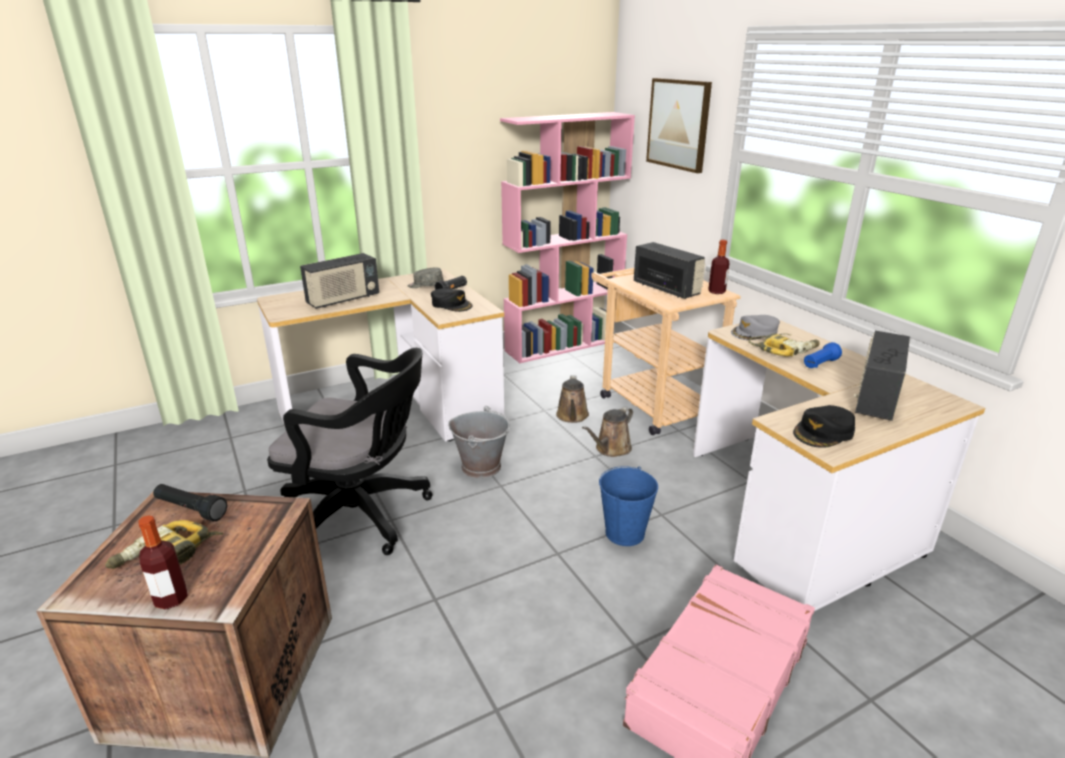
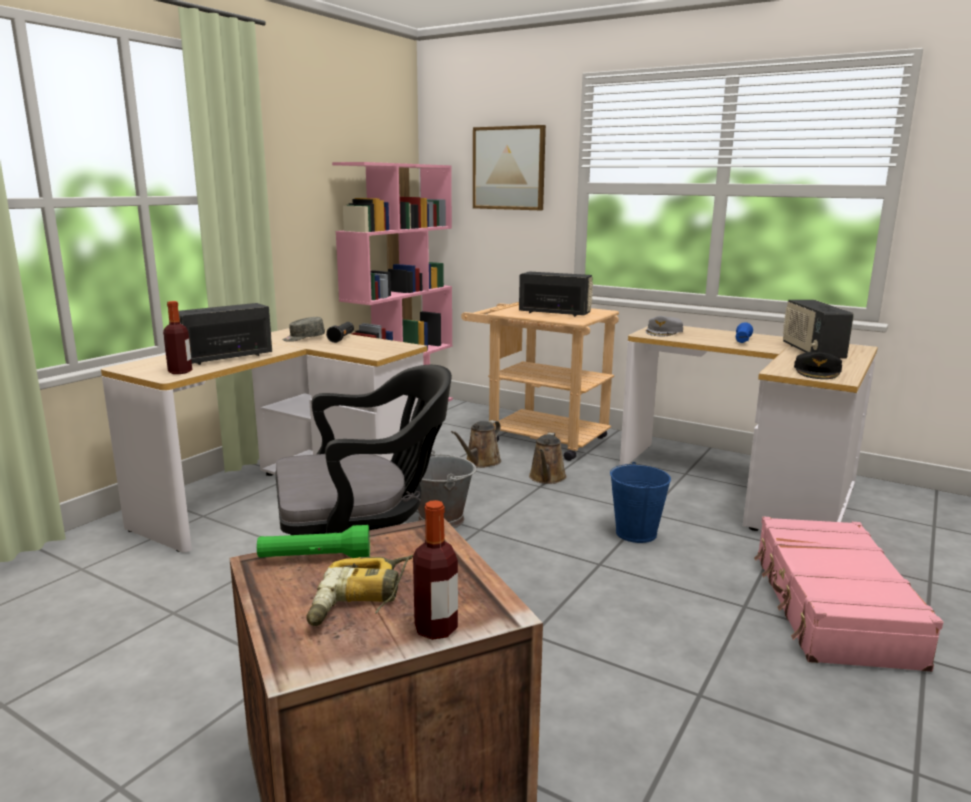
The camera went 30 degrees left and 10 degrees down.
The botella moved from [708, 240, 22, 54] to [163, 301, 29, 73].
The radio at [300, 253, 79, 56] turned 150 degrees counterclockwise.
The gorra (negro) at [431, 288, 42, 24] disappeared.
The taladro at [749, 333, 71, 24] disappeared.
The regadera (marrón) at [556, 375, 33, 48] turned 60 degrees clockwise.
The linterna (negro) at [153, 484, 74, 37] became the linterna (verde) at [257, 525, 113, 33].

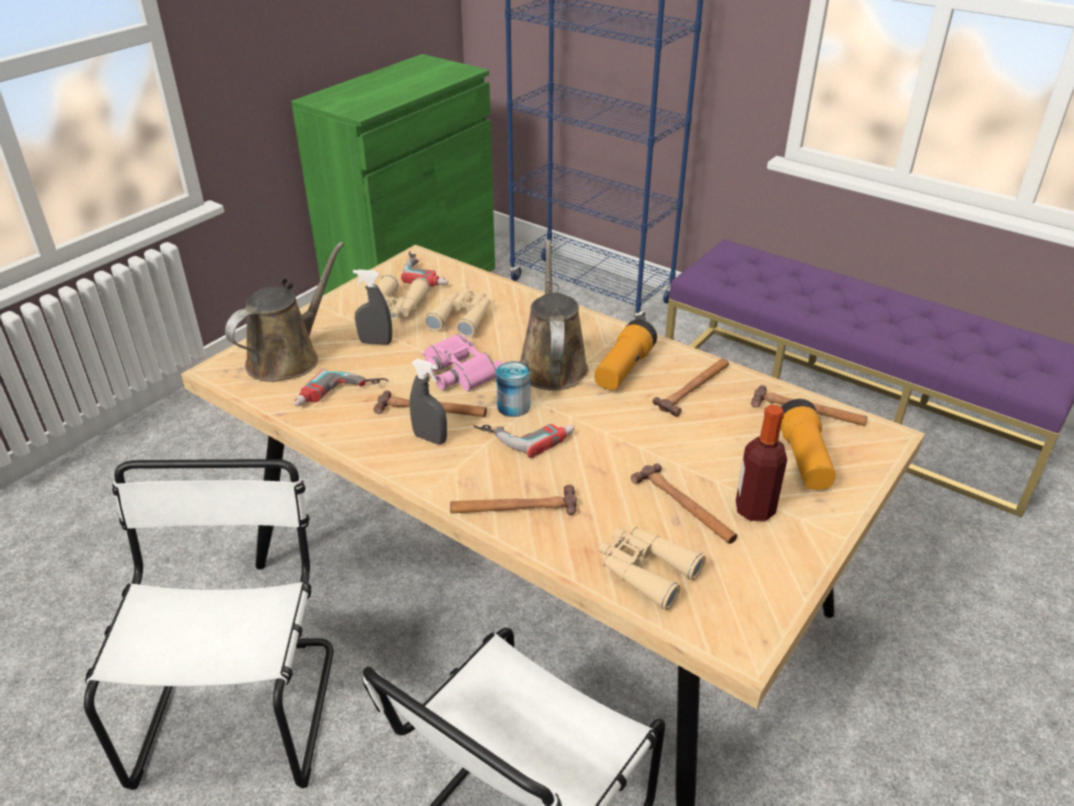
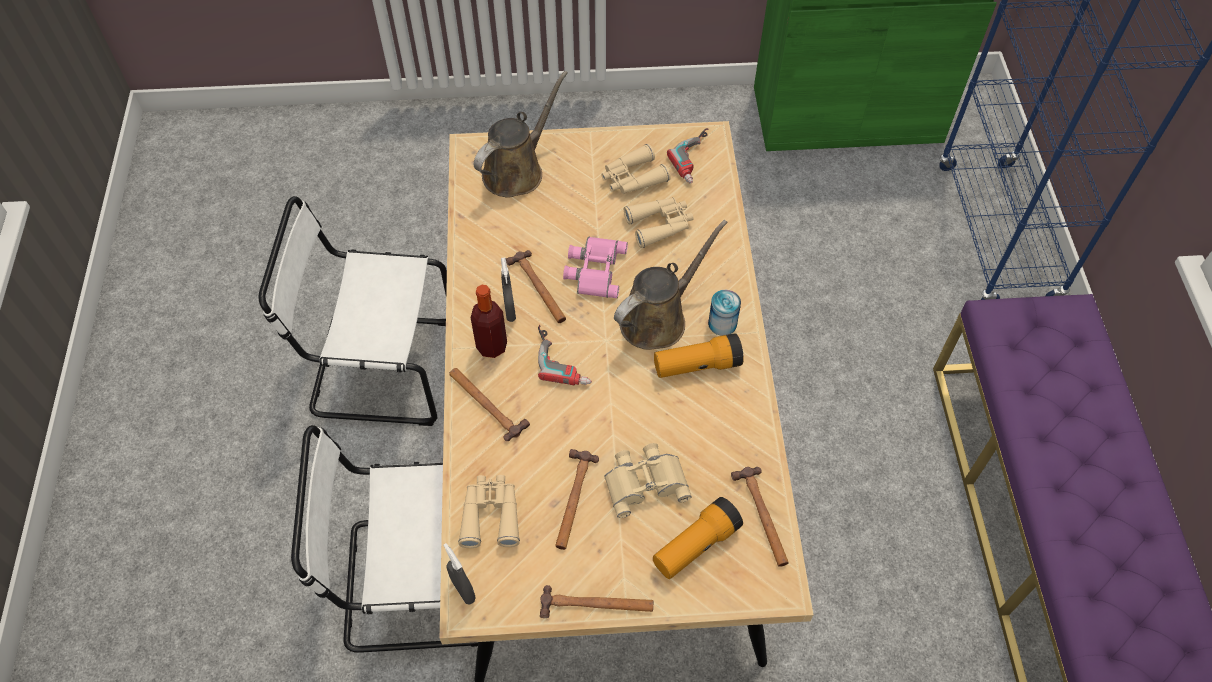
The camera went 50 degrees right and 20 degrees up.
The regadera (marrón) at [225, 242, 119, 140] turned 45 degrees counterclockwise.
The pulverizador (gris) moved from [353, 269, 39, 76] to [443, 543, 33, 61].
The martillo moved from [653, 358, 76, 59] to [540, 585, 113, 33].
The lata moved from [496, 361, 34, 56] to [708, 290, 33, 46].
The taladro at [294, 369, 94, 37] disappeared.
The botella moved from [736, 405, 51, 117] to [471, 285, 36, 73].
The silla (blanco) at [84, 459, 249, 331] turned 135 degrees counterclockwise.
The prismáticos (beis) at [604, 443, 88, 75] appeared.

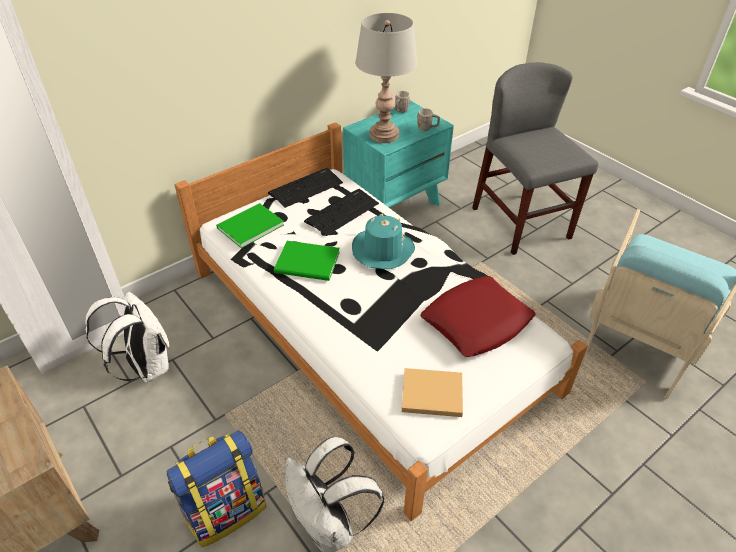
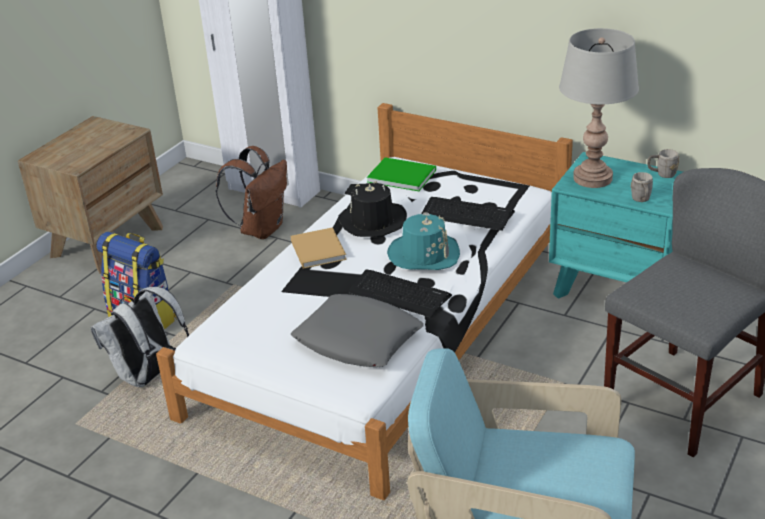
The camera went 70 degrees right and 10 degrees down.
The teclado moved from [268, 168, 75, 40] to [348, 269, 104, 49].
The libro (verde) at [274, 241, 66, 40] was replaced by the sombrero (negro) at [338, 181, 69, 56].
The cojín (rojo) at [420, 276, 116, 81] became the cojín (gris) at [291, 294, 133, 73].
The mochila (blanco) at [85, 292, 84, 91] became the mochila (marrón) at [216, 146, 71, 93].
The libro (beis) moved from [402, 368, 61, 49] to [291, 227, 56, 42].

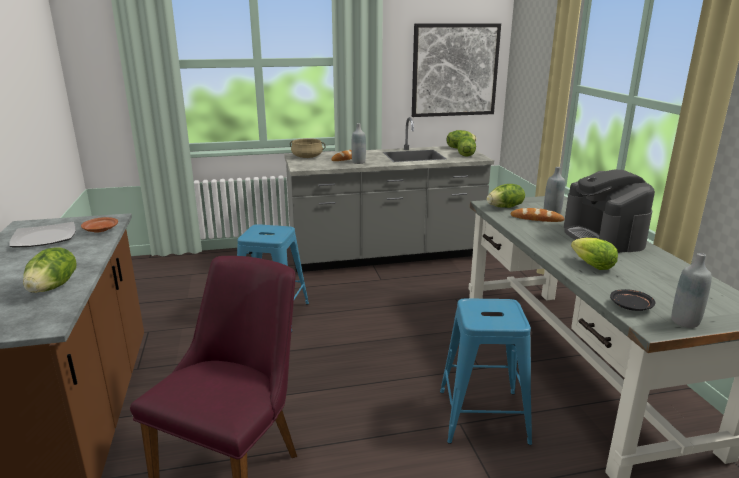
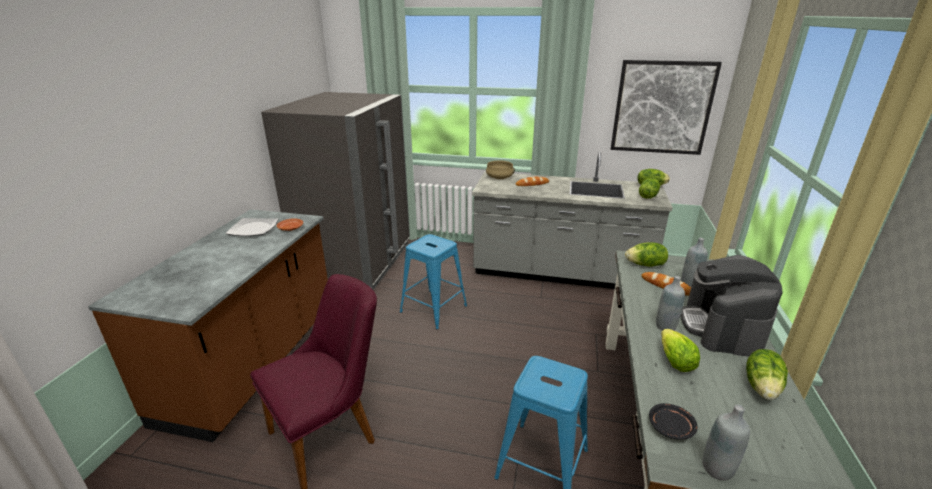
The camera went 25 degrees right and 5 degrees up.
The botella (gris) moved from [351, 123, 15, 41] to [656, 276, 29, 54].
The lechuga moved from [23, 247, 54, 46] to [746, 349, 42, 51].
The nevera (gris) at [261, 92, 149, 198] appeared.

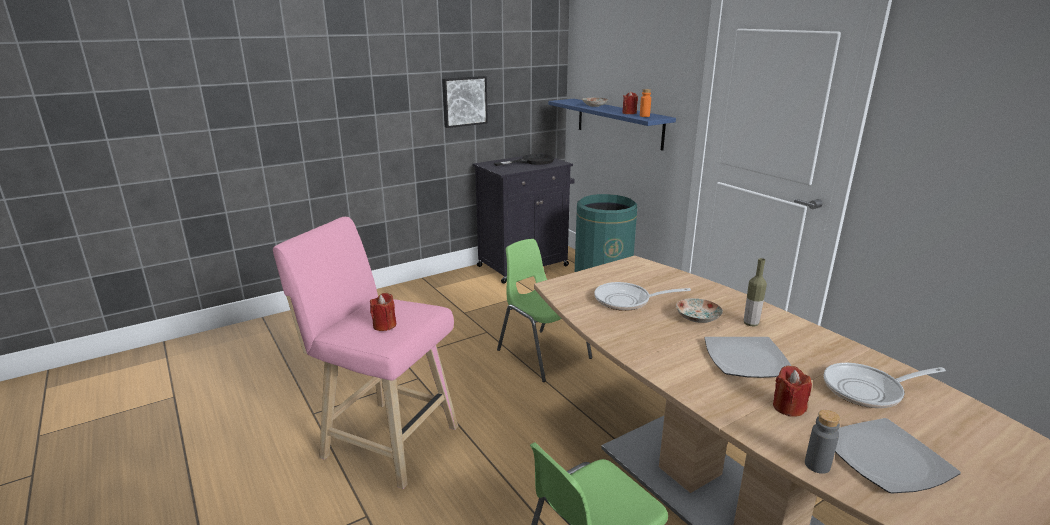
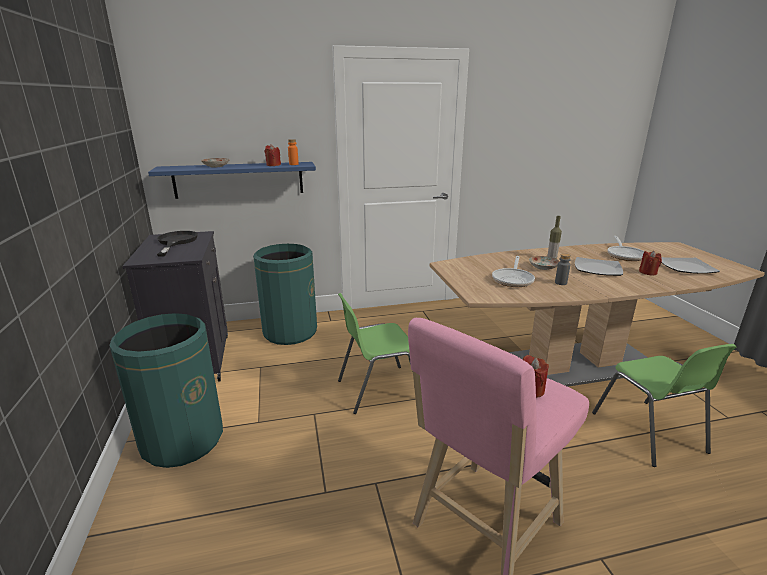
The camera went 70 degrees left and 0 degrees up.
The cuadro at [442, 76, 46, 52] disappeared.
The botella (gris) moved from [805, 410, 36, 64] to [555, 253, 16, 32].
The papelera (verde) at [109, 313, 114, 155] appeared.

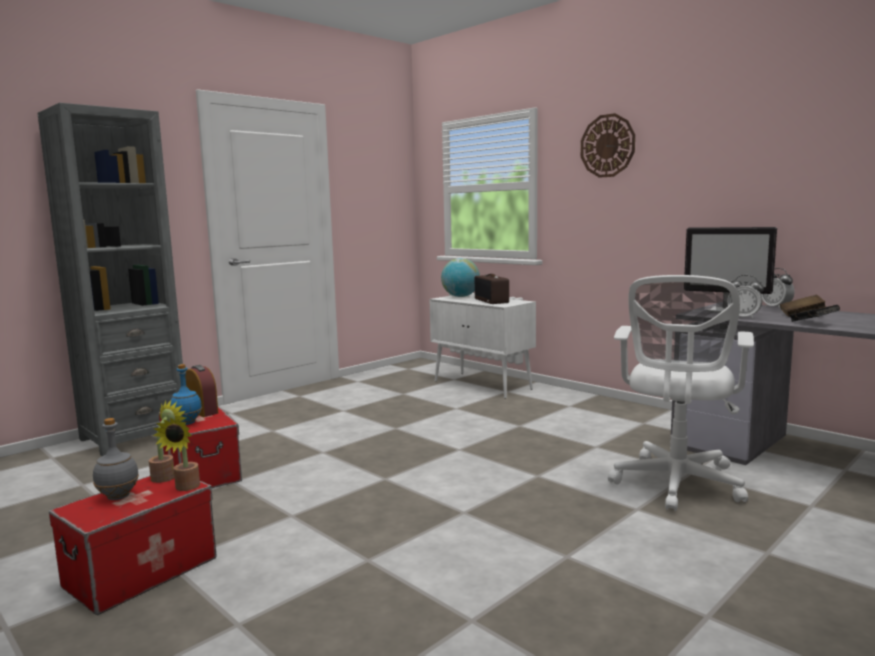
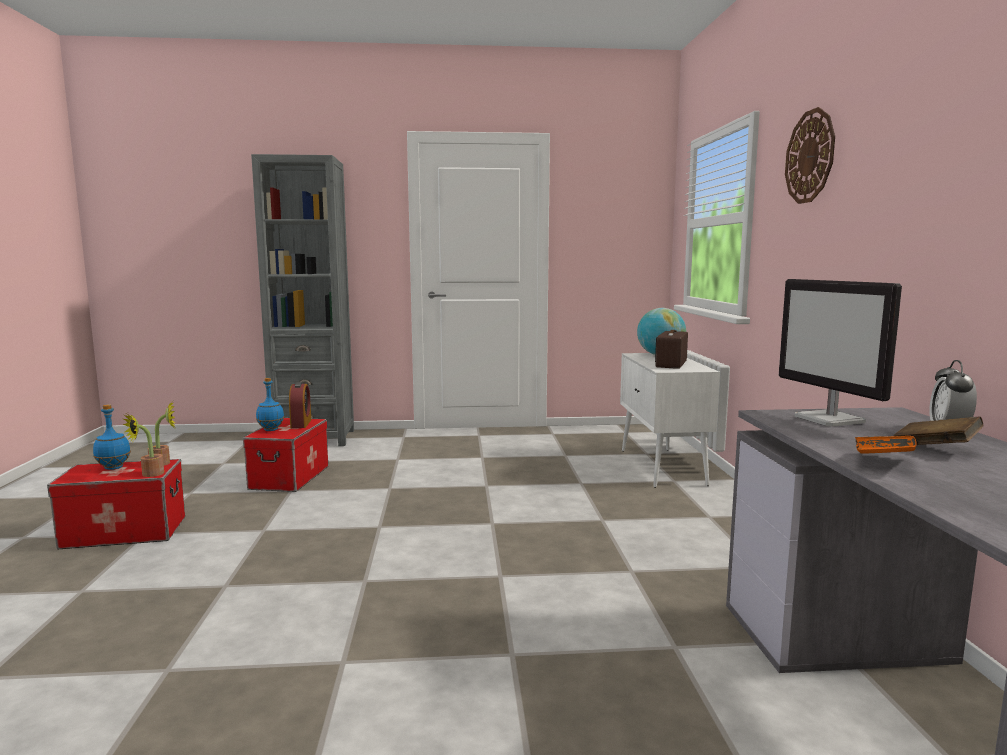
The camera went 40 degrees right and 0 degrees up.
The silla de oficina (blanco) at [608, 275, 146, 236] disappeared.
The despertador at [728, 275, 36, 44] disappeared.
The libro (negro) at [789, 305, 51, 17] became the libro (naranja) at [855, 436, 62, 18].
The botella (gris) at [93, 418, 46, 82] became the botella (azul) at [93, 405, 38, 65].

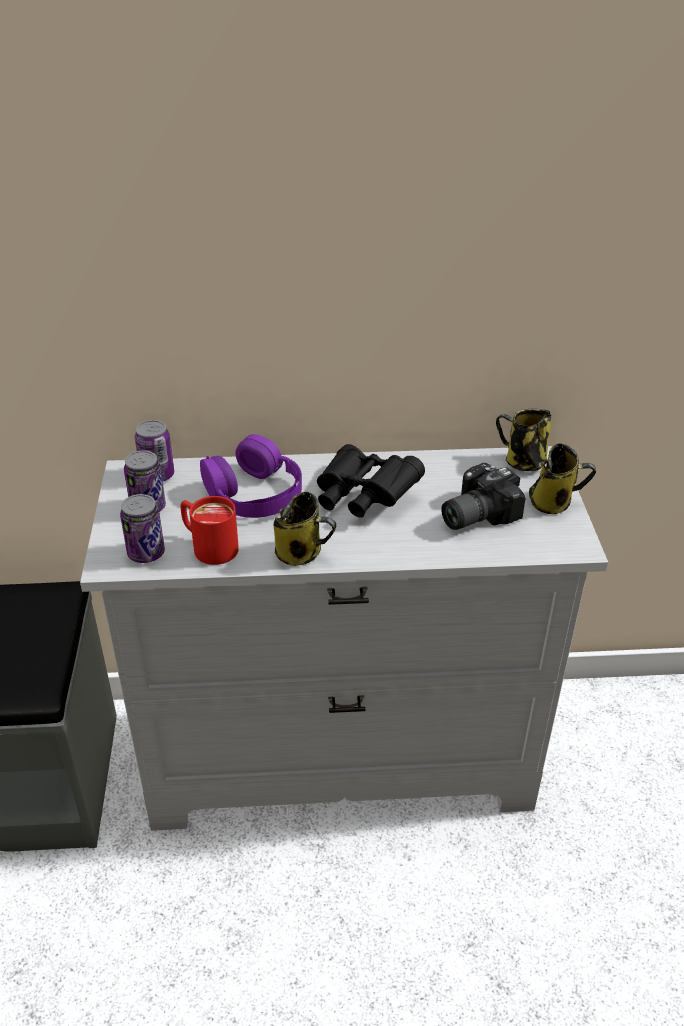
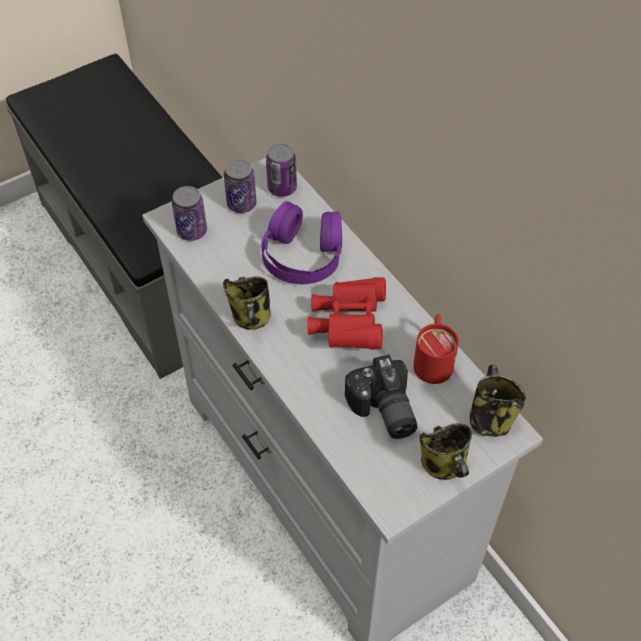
The camera went 60 degrees right and 15 degrees up.
The prismáticos (negro) at [317, 444, 108, 74] became the prismáticos (rojo) at [307, 277, 79, 73].
The cámara at [441, 463, 85, 67] turned 135 degrees counterclockwise.
The taza grande (rojo) moved from [181, 496, 58, 69] to [413, 314, 46, 70].

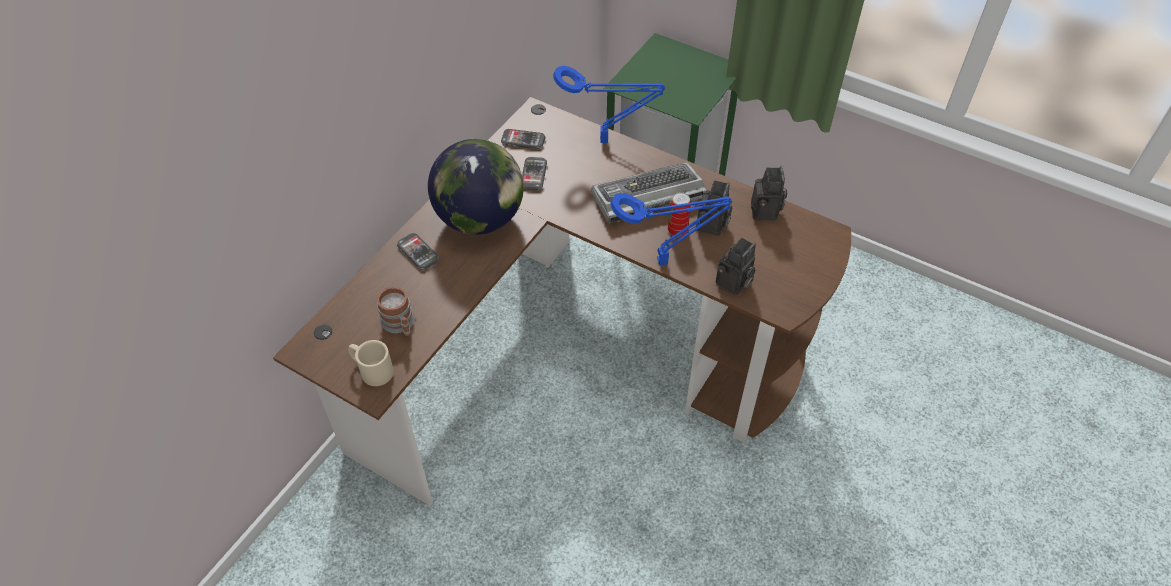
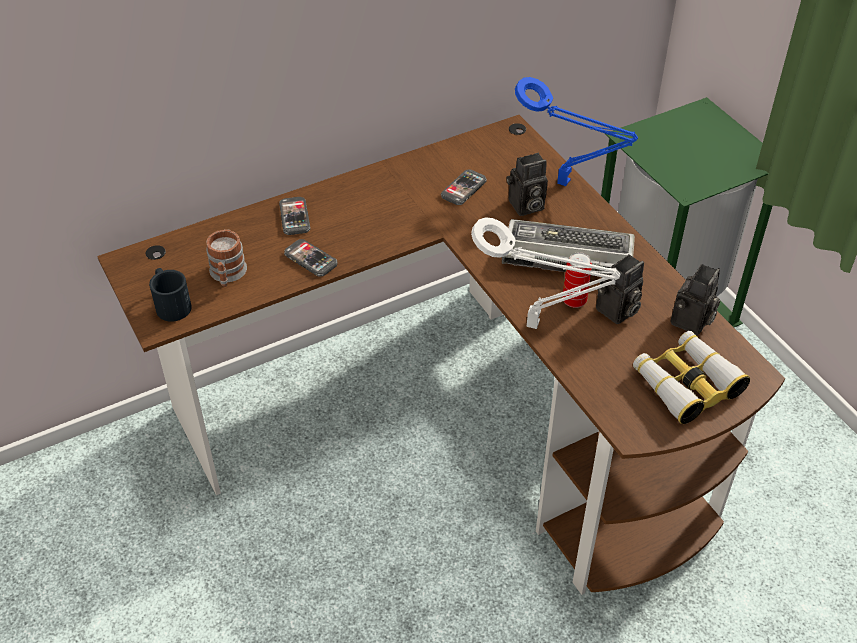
The camera went 30 degrees right and 5 degrees down.
The móvil moved from [501, 129, 44, 20] to [284, 239, 53, 38].
The globo terráqueo at [428, 139, 96, 96] disappeared.
The lámpara de mesa (azul) at [610, 193, 122, 72] became the lámpara de mesa (blanco) at [471, 217, 149, 112].
The cámara moved from [716, 238, 40, 57] to [506, 153, 42, 63].
The taza grande (beis) at [348, 340, 46, 46] became the taza grande (negro) at [149, 268, 43, 54].
The prismáticos at [633, 331, 117, 93] appeared.

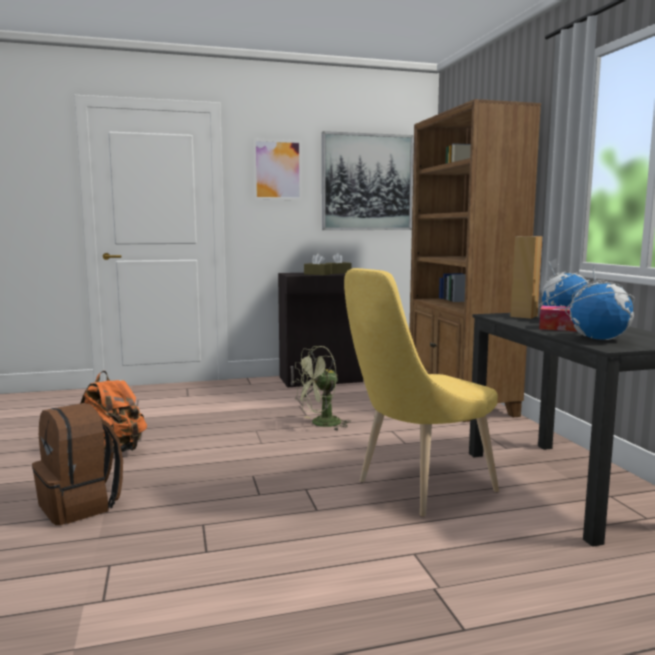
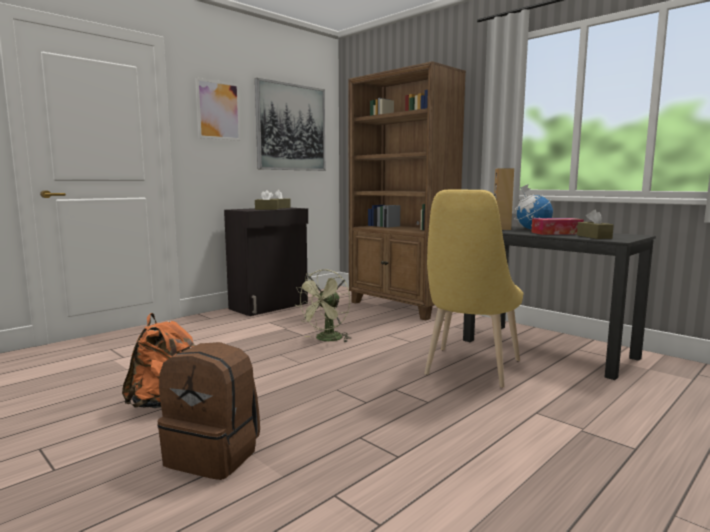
The camera went 30 degrees left and 0 degrees up.
The globo terráqueo at [565, 267, 70, 73] was replaced by the caja de pañuelos (marrón) at [577, 210, 37, 29].

